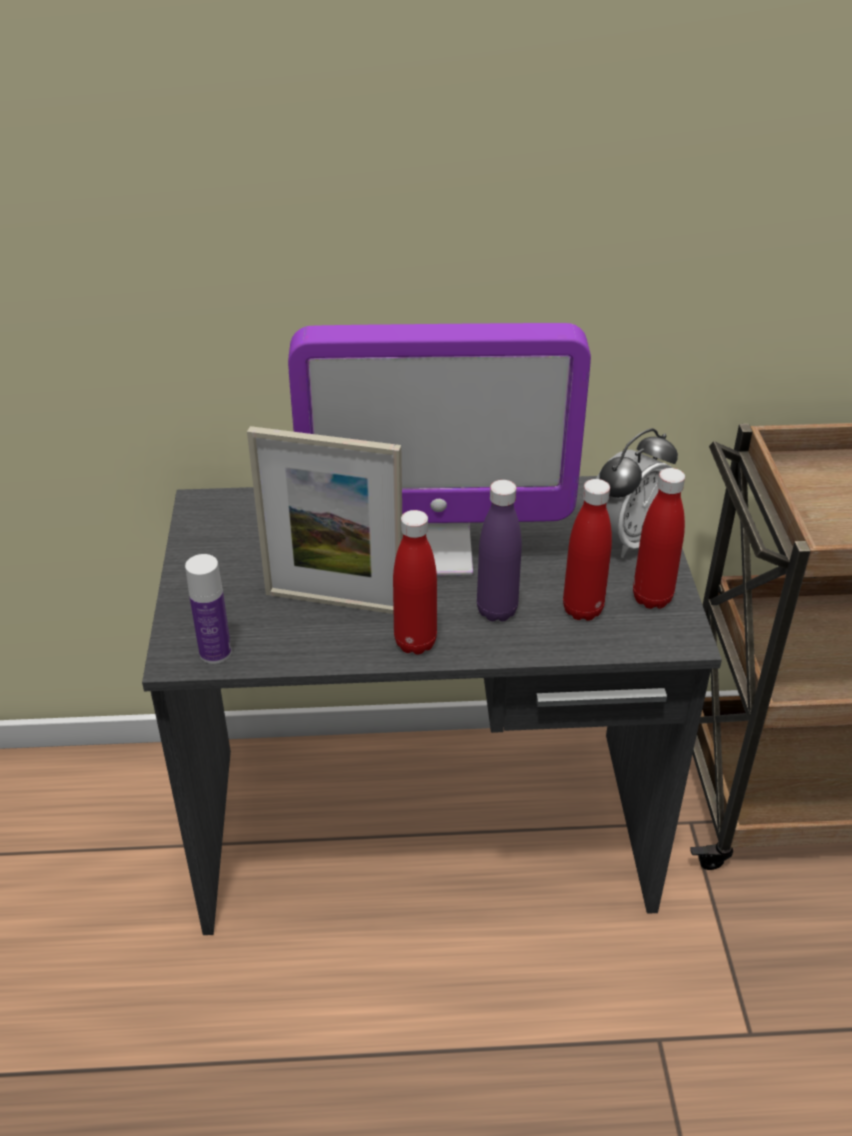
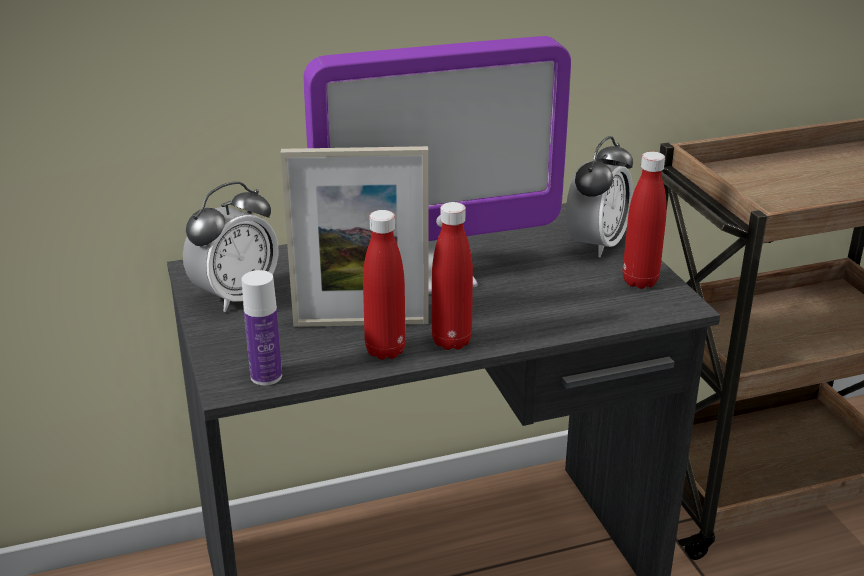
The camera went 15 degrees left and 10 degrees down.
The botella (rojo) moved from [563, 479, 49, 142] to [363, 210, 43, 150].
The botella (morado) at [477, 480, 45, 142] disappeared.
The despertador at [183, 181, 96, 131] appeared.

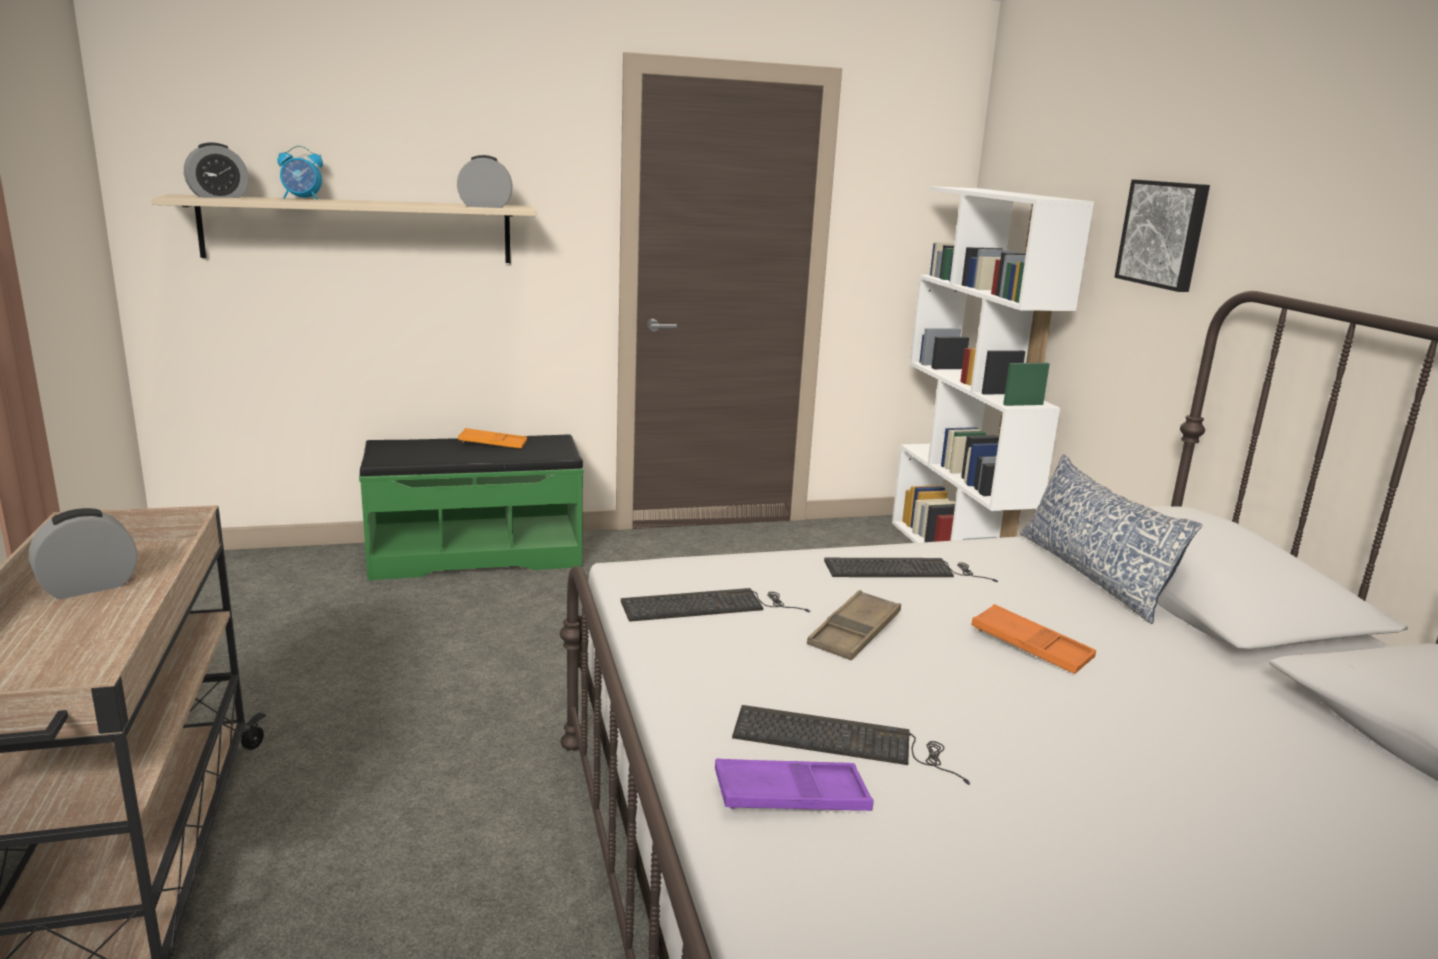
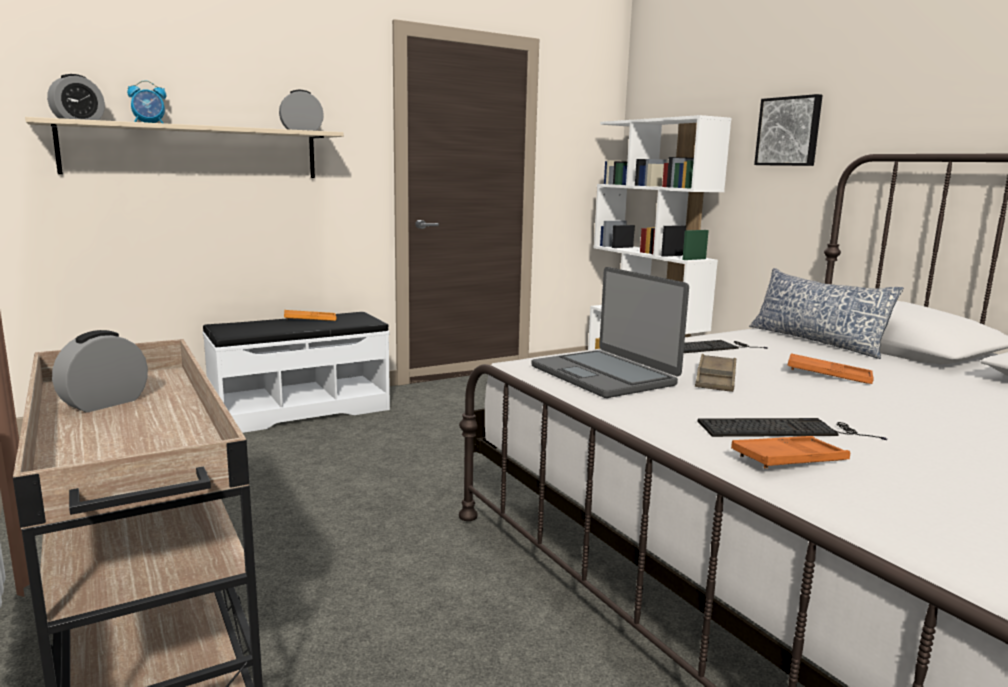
The camera went 15 degrees left and 5 degrees down.
The banco (verde) at [359, 435, 225, 146] became the banco (blanco) at [203, 312, 187, 121].
The teclado at [621, 588, 190, 34] was replaced by the portátil at [532, 267, 157, 131].
The bandeja (morado) at [715, 759, 159, 52] became the bandeja (naranja) at [731, 436, 119, 33].

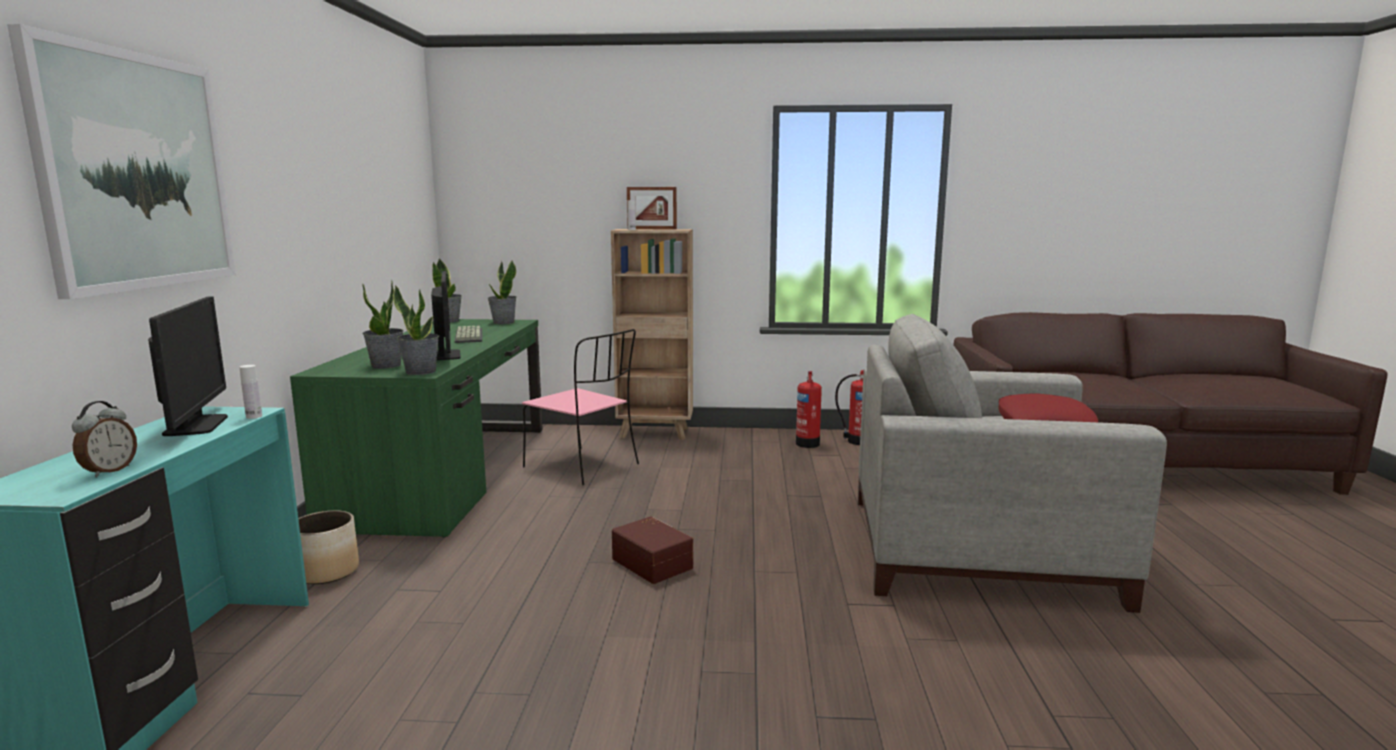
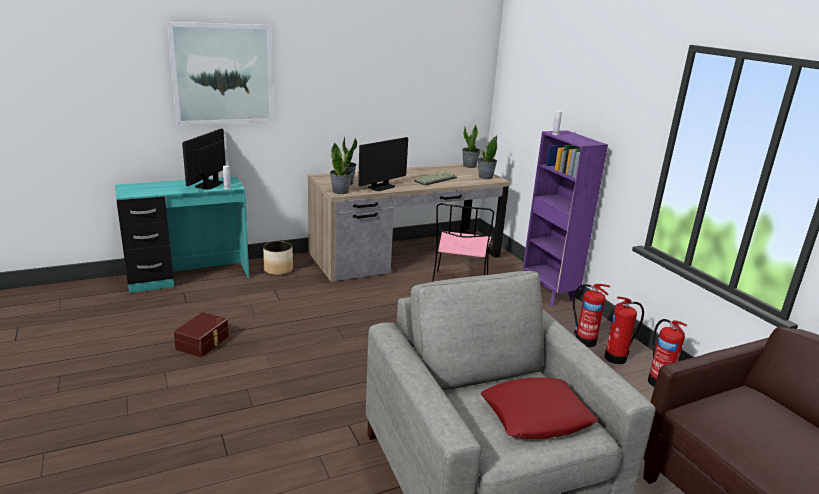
The camera went 60 degrees right and 10 degrees up.
The portarretratos at [627, 187, 50, 42] disappeared.
The estantería (marrón) at [611, 229, 82, 211] became the estantería (morado) at [523, 130, 85, 176].
The monitor at [148, 296, 80, 140] turned 150 degrees clockwise.
The escritorio (verde) at [290, 319, 253, 218] became the escritorio (marrón) at [308, 164, 202, 118].
The despertador at [72, 401, 65, 76] disappeared.
The caja de almacenaje (marrón) moved from [612, 516, 81, 68] to [174, 312, 55, 45].
The extintor at [573, 284, 37, 63] appeared.

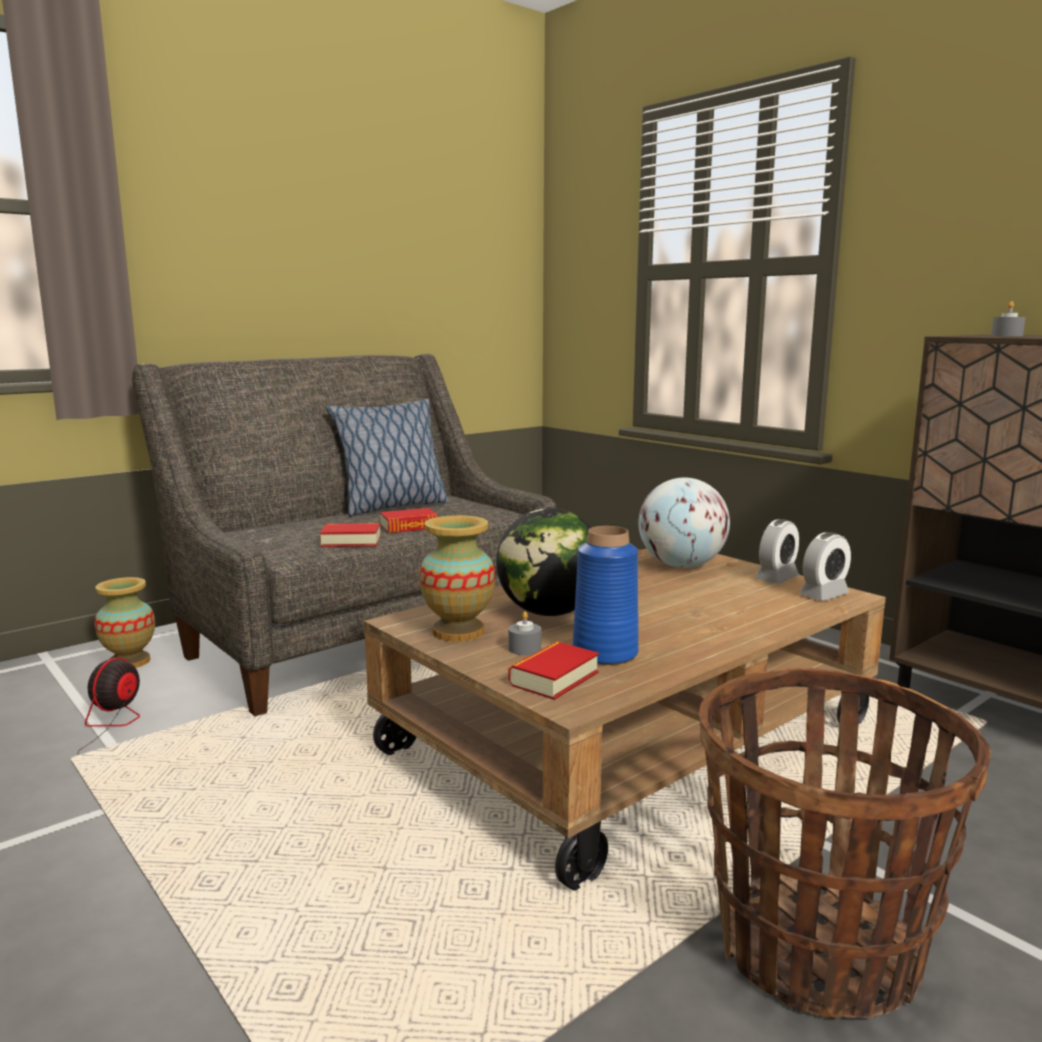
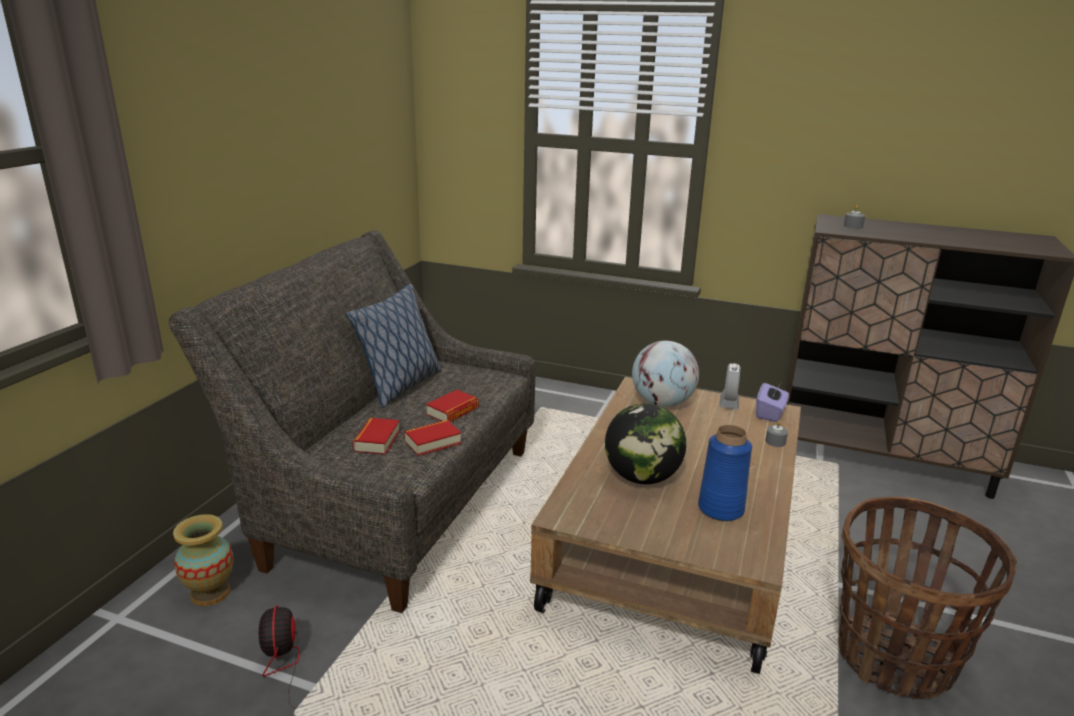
The camera went 30 degrees left and 10 degrees up.
The florero at [419, 515, 76, 127] disappeared.
The despertador at [799, 532, 52, 69] was replaced by the caja de pañuelos (morado) at [756, 383, 33, 39].
The vela (gris) moved from [508, 611, 33, 44] to [765, 421, 23, 26].
The libro moved from [509, 641, 90, 59] to [352, 418, 48, 37].

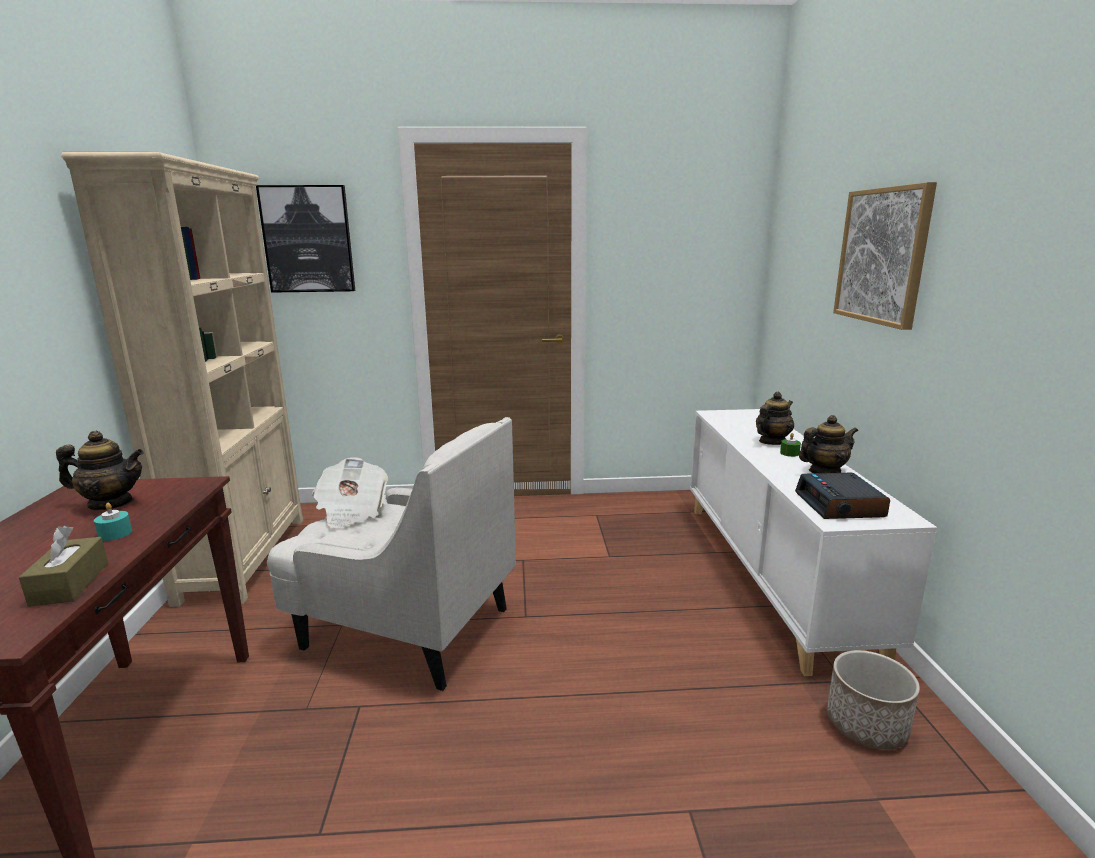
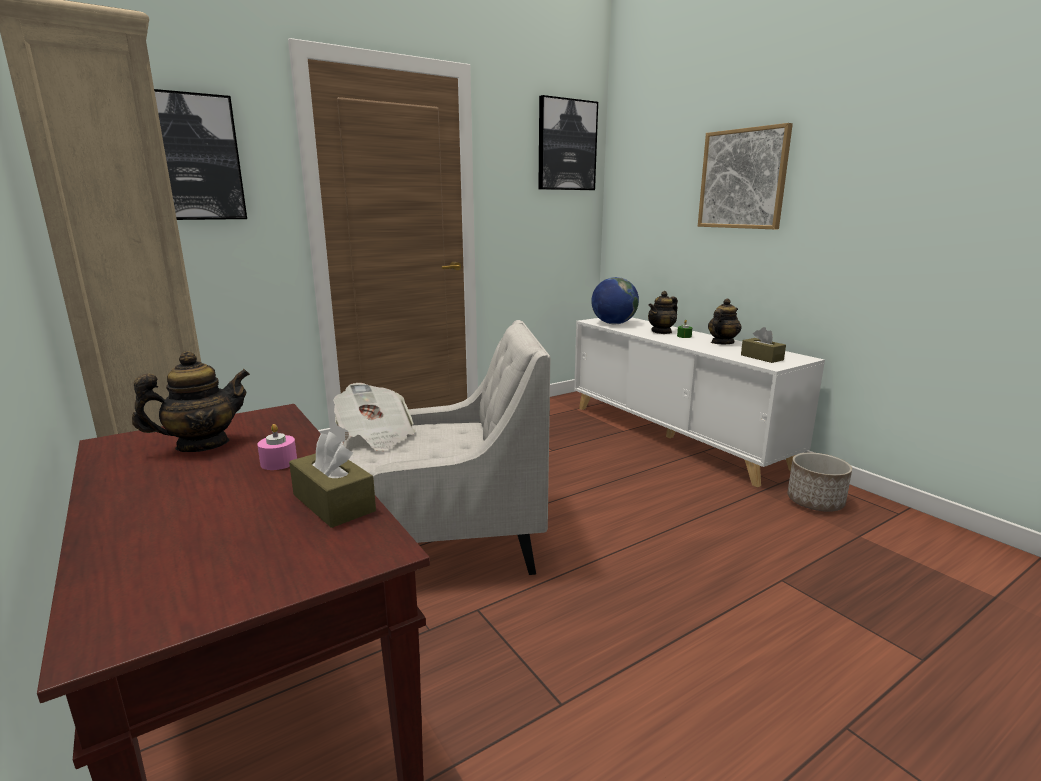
The camera went 30 degrees left and 0 degrees up.
The tetera at [756, 392, 38, 53] turned 150 degrees counterclockwise.
The despertador at [795, 473, 95, 46] was replaced by the caja de pañuelos (marrón) at [741, 327, 45, 36].
The vela (turquesa) at [94, 503, 38, 38] became the vela (rosa) at [257, 424, 40, 46].
The cuadro at [538, 95, 60, 95] appeared.
The globo terráqueo at [591, 277, 48, 47] appeared.

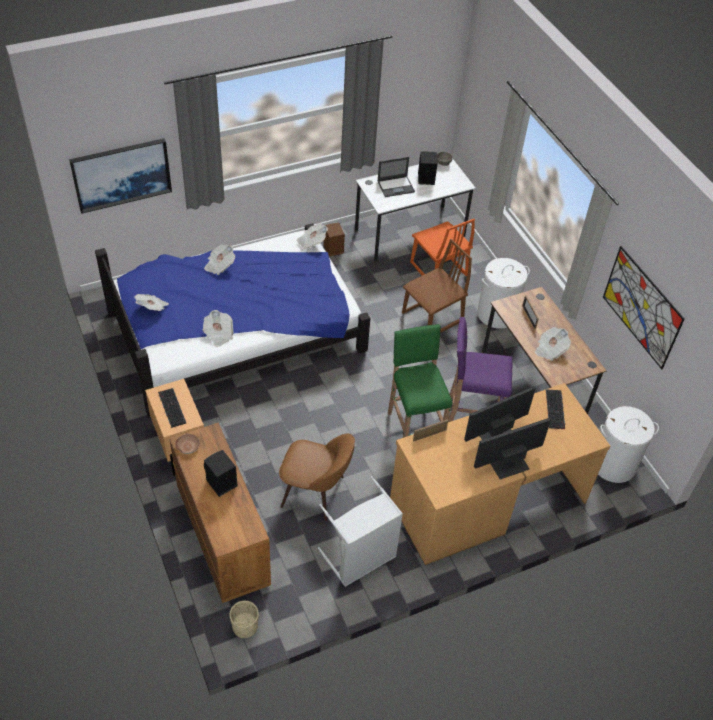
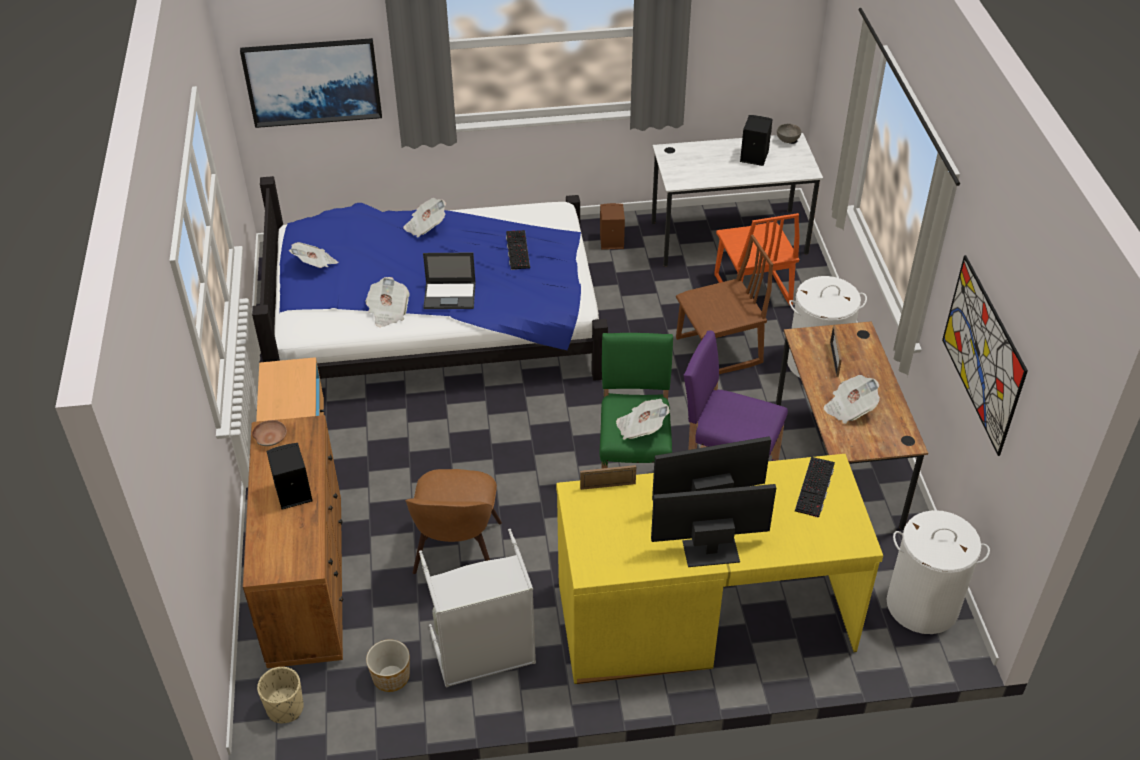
The camera went 20 degrees right and 5 degrees down.
The portátil moved from [378, 157, 37, 40] to [423, 253, 53, 56].
The periódico moved from [297, 223, 31, 27] to [616, 399, 54, 41].
The escritorio (marrón) at [390, 383, 220, 182] became the escritorio (amarillo) at [556, 454, 327, 230].
The teclado moved from [158, 388, 28, 40] to [506, 230, 24, 40].
The silla (marrón) at [279, 433, 76, 88] turned 60 degrees clockwise.
The maceta at [366, 639, 44, 53] appeared.

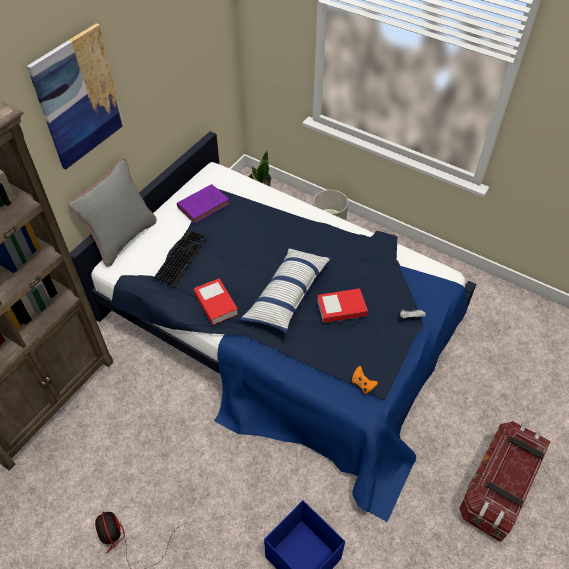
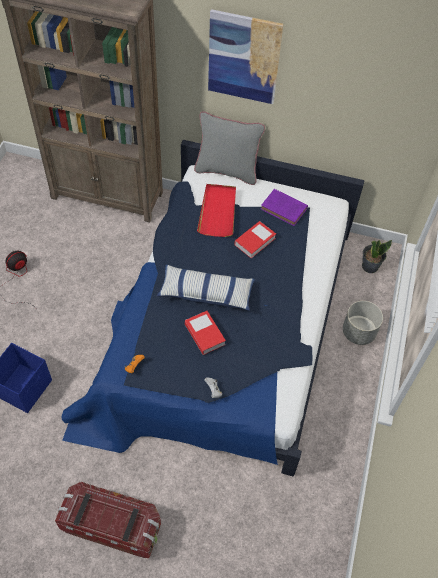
The camera went 70 degrees right and 5 degrees up.
The teclado at [153, 230, 55, 58] was replaced by the bandeja (rojo) at [197, 184, 39, 53].
The libro moved from [194, 279, 44, 46] to [234, 221, 42, 37].

